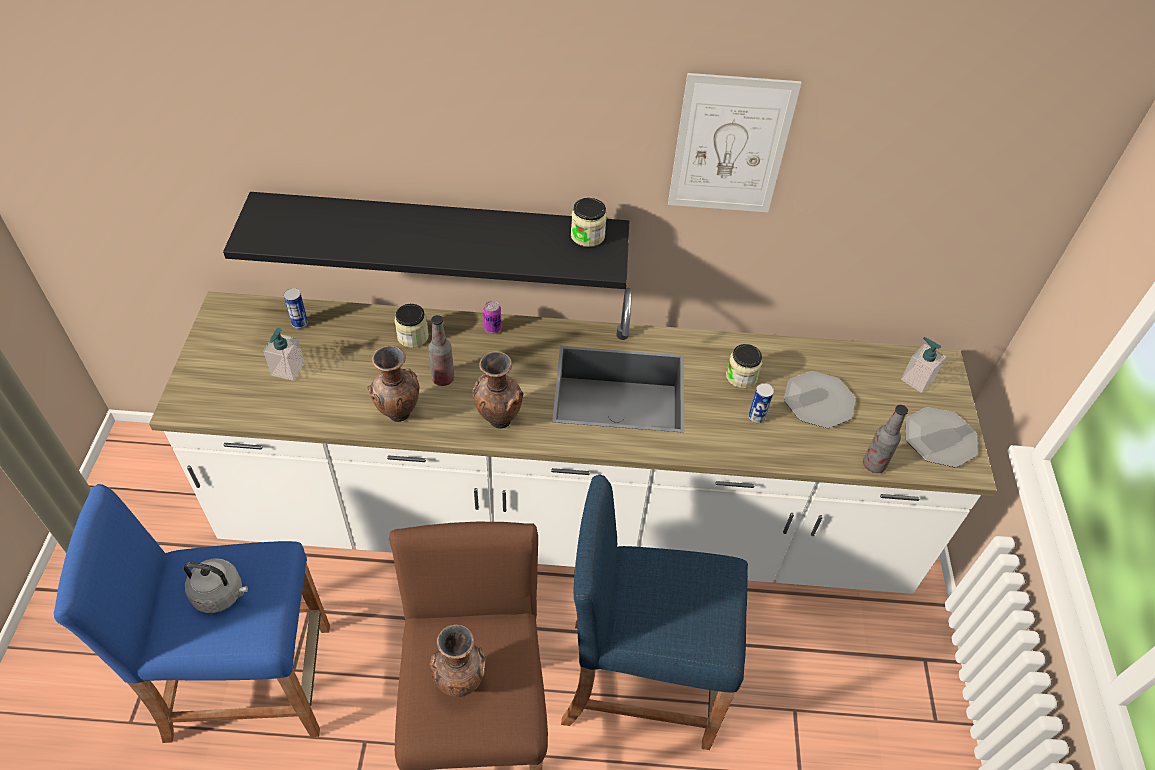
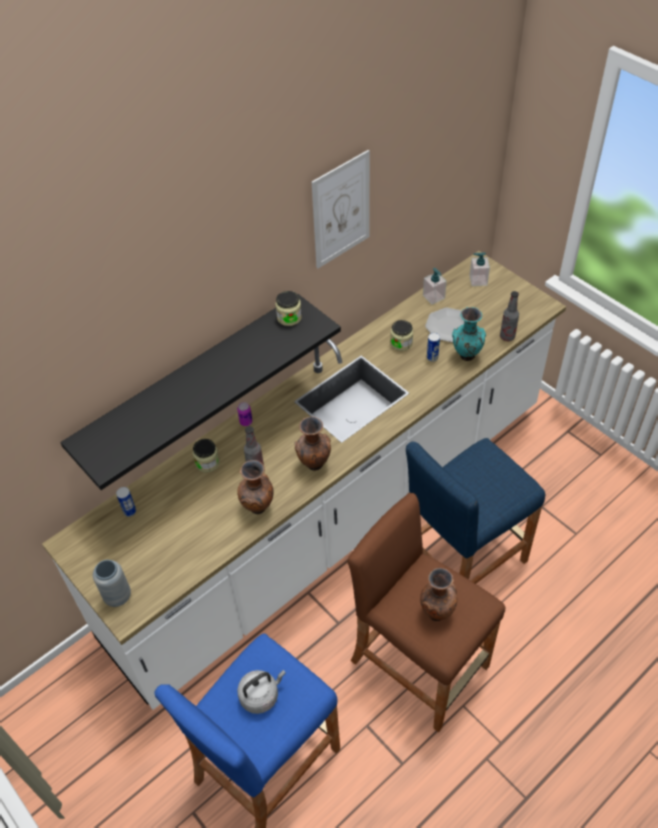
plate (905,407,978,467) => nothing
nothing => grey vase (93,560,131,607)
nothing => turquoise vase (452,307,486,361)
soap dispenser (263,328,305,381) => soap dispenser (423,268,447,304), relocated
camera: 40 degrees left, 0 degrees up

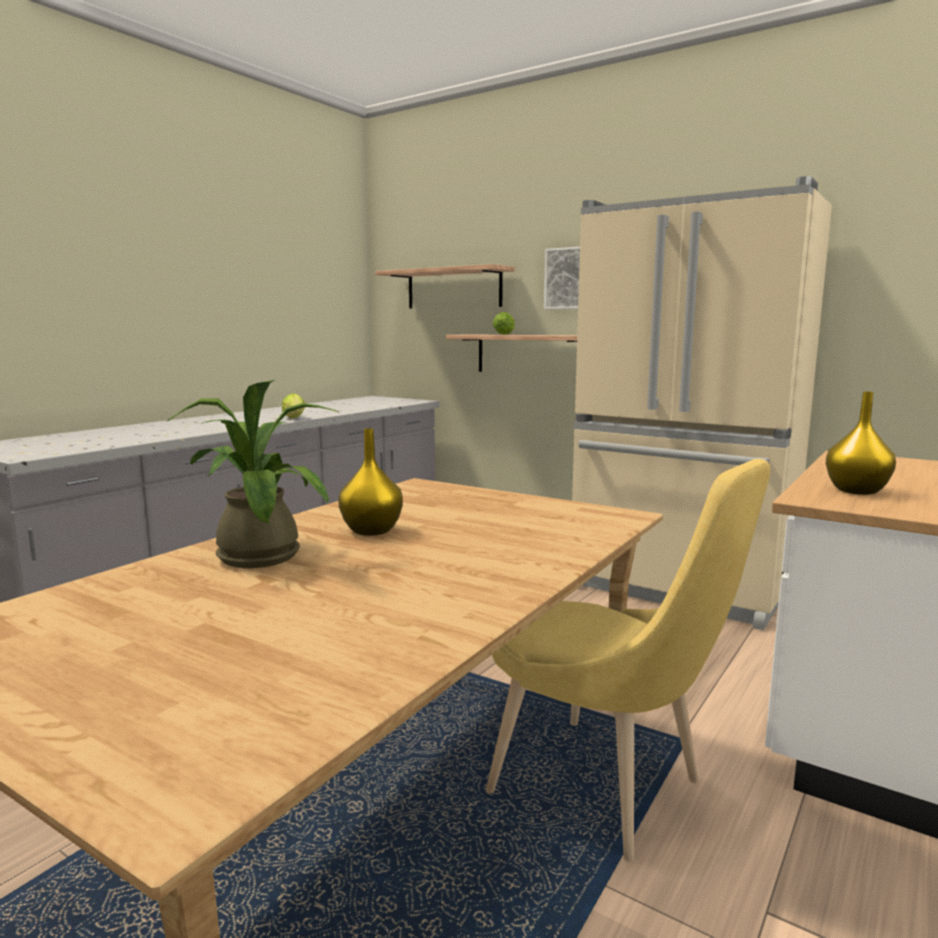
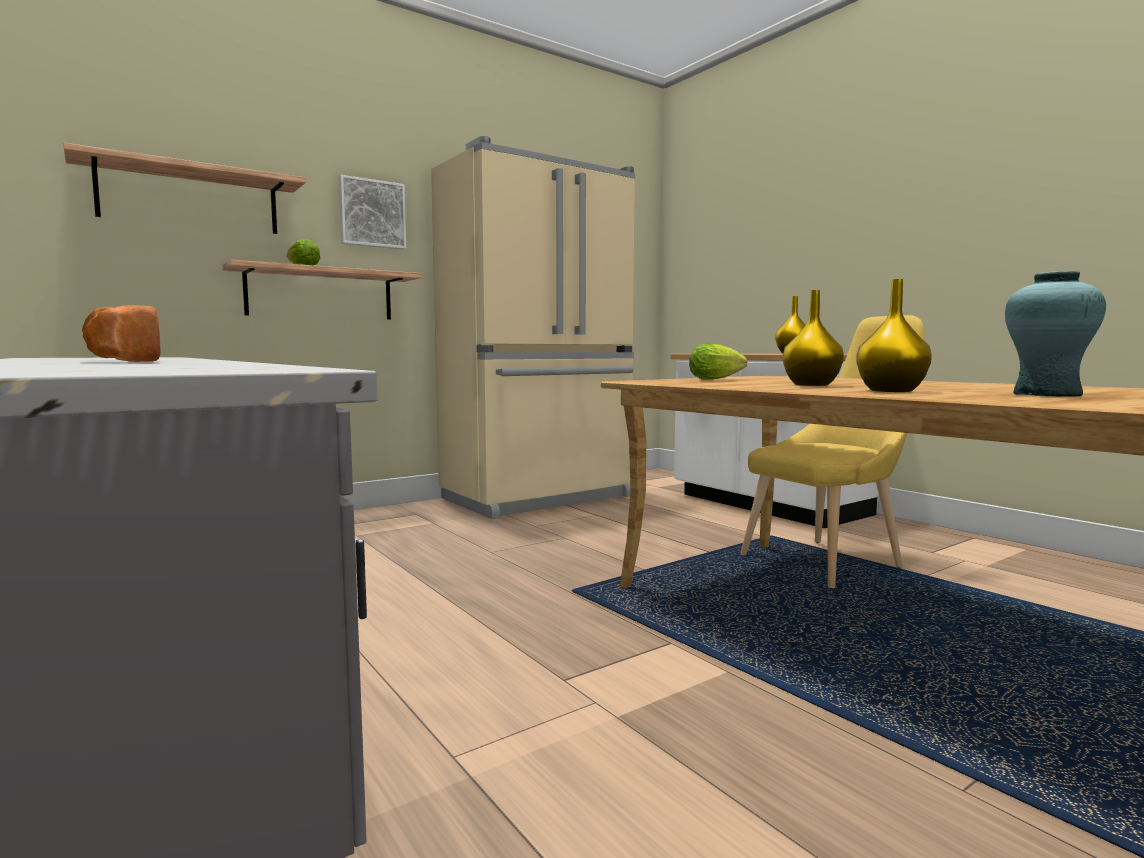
nothing => bread (82,305,161,362)
nothing => turquoise vase (1005,270,1106,396)
lettuce (282,393,305,418) => lettuce (689,344,747,380), relocated
potted plant (168,380,339,568) => yellow vase (856,279,932,392)
camera: 70 degrees left, 5 degrees down

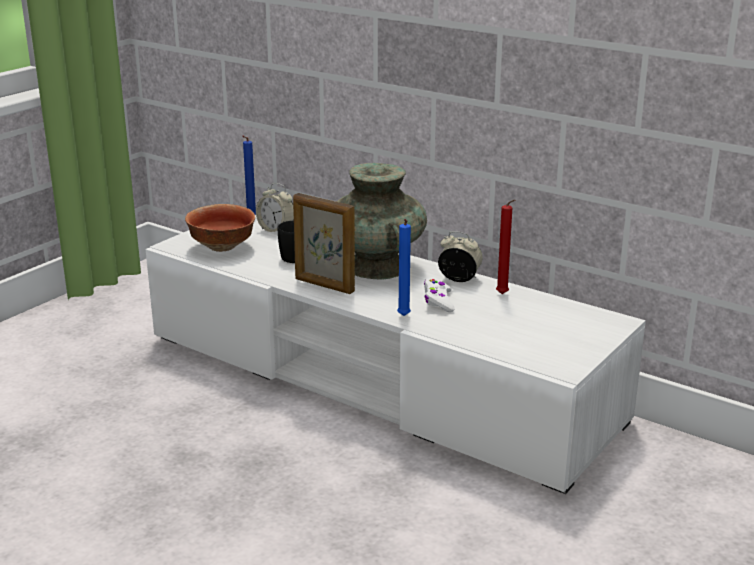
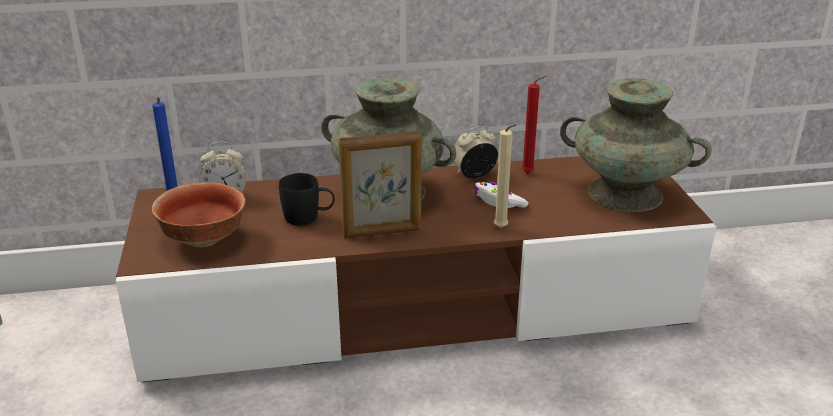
nothing => turquoise vase (560,78,712,212)
white tv stand (146,215,646,494) => brown tv stand (116,156,716,382)
blue candle (397,219,411,316) => beige candle (494,124,517,228)
camera: 45 degrees left, 5 degrees up

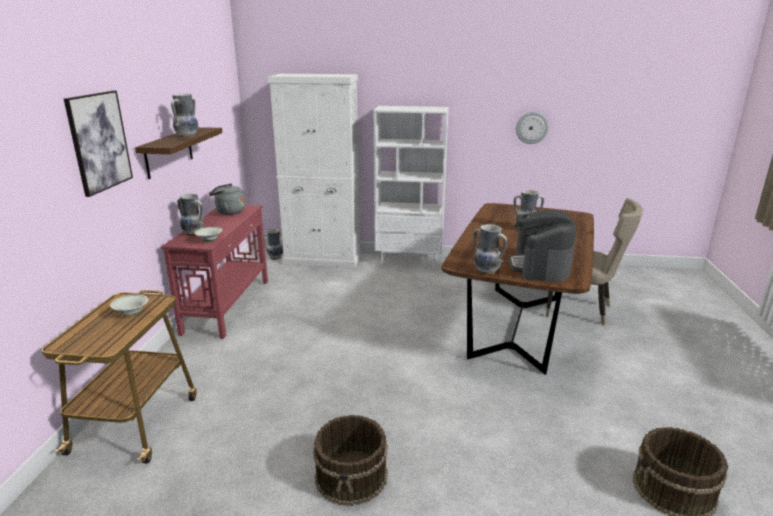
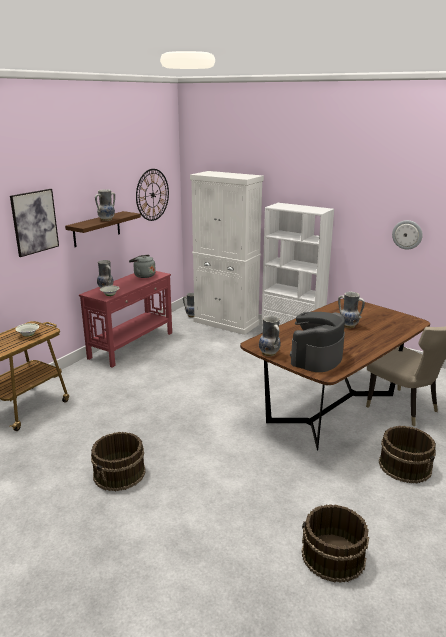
nothing => wall clock (136,169,169,221)
nothing => brown bucket (379,426,436,483)
camera: 25 degrees right, 0 degrees up

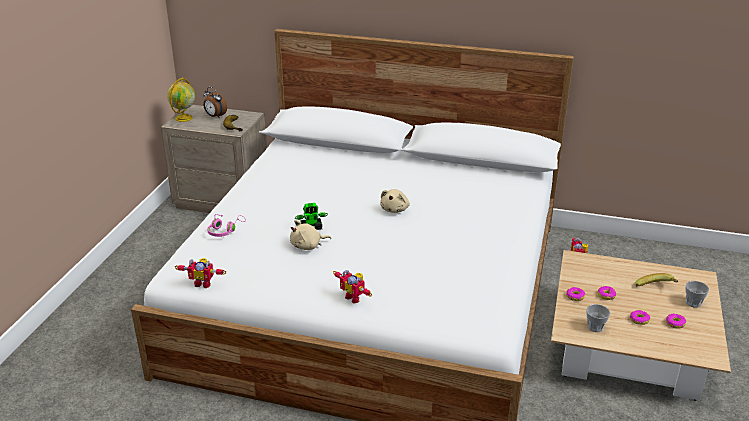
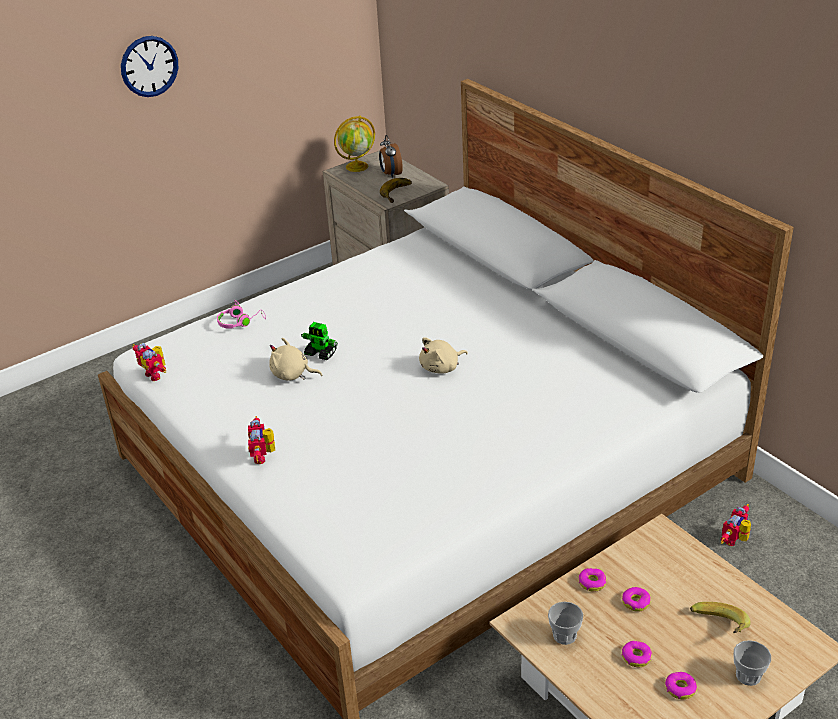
nothing => wall clock (121,36,178,97)
camera: 40 degrees right, 5 degrees up

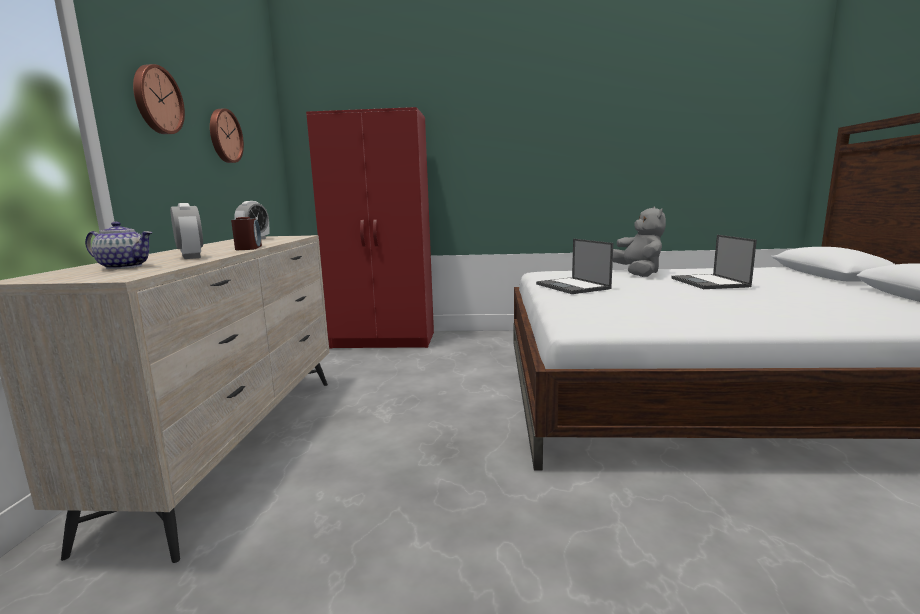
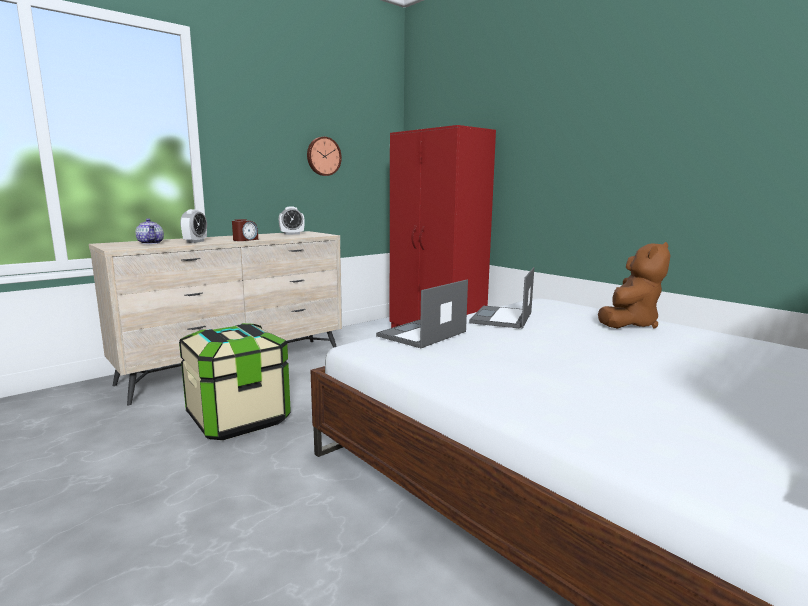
wall clock (133,64,185,134) => nothing
nothing => storage box (179,323,291,440)
laptop (671,235,757,289) => laptop (376,280,468,348), relocated
grey plush toy (613,206,666,277) => brown plush toy (598,242,671,329)
camera: 45 degrees right, 0 degrees up

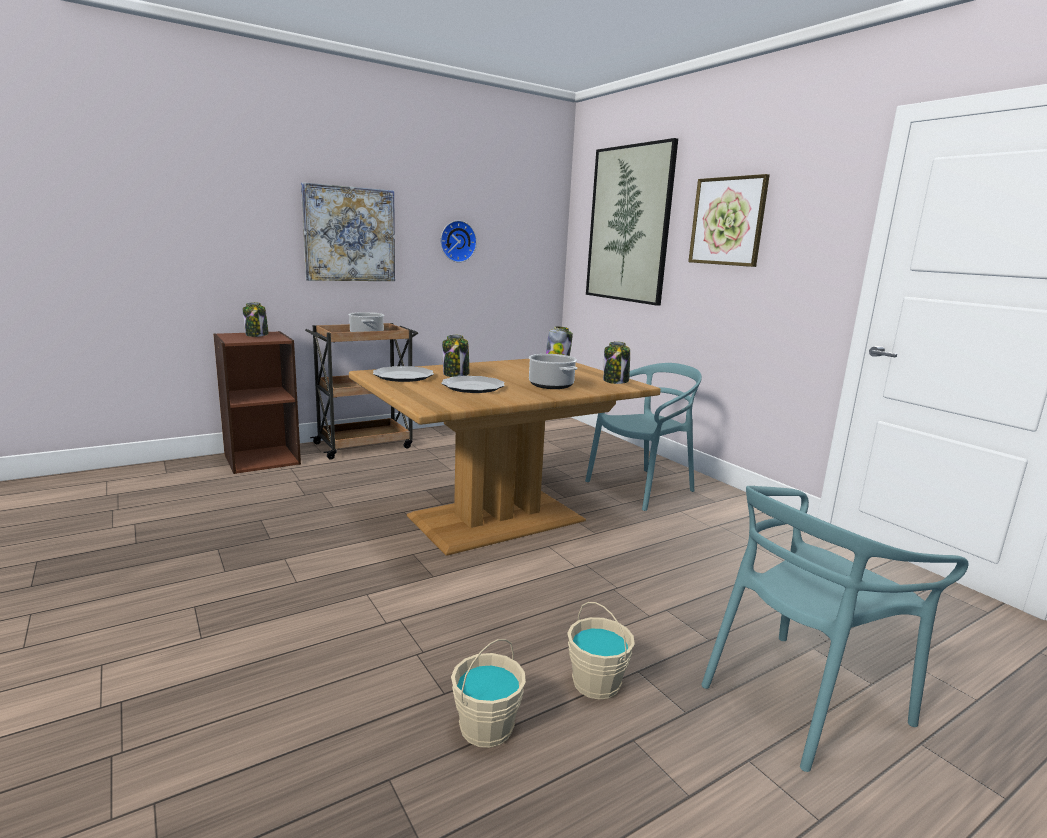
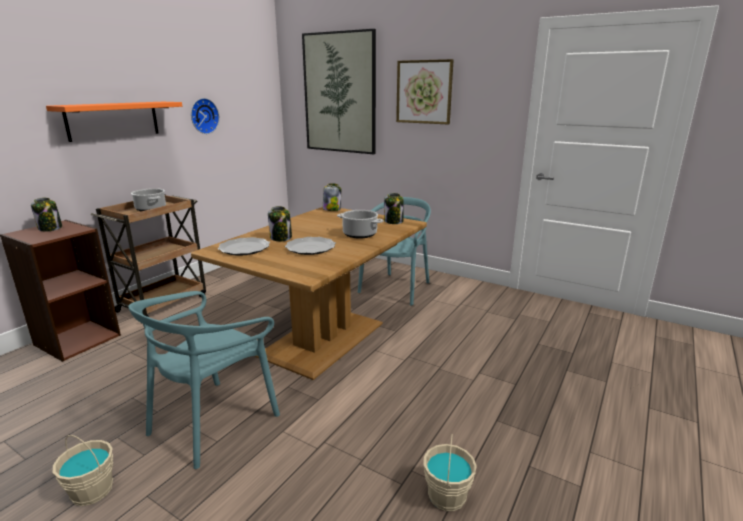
beige bucket (567,602,635,700) => beige bucket (53,435,113,506), relocated
turquoise chair (701,486,969,772) => turquoise chair (128,291,280,469), relocated
picture (301,182,395,281) => orange shelf (46,102,182,142)
camera: 25 degrees left, 5 degrees up

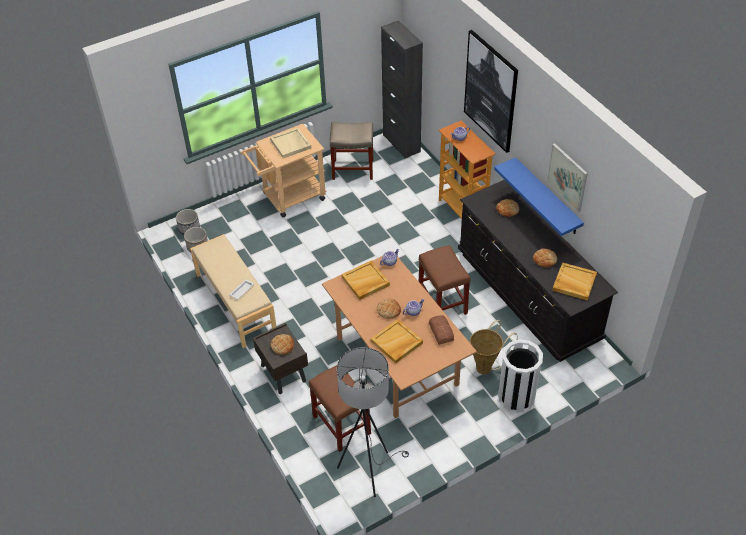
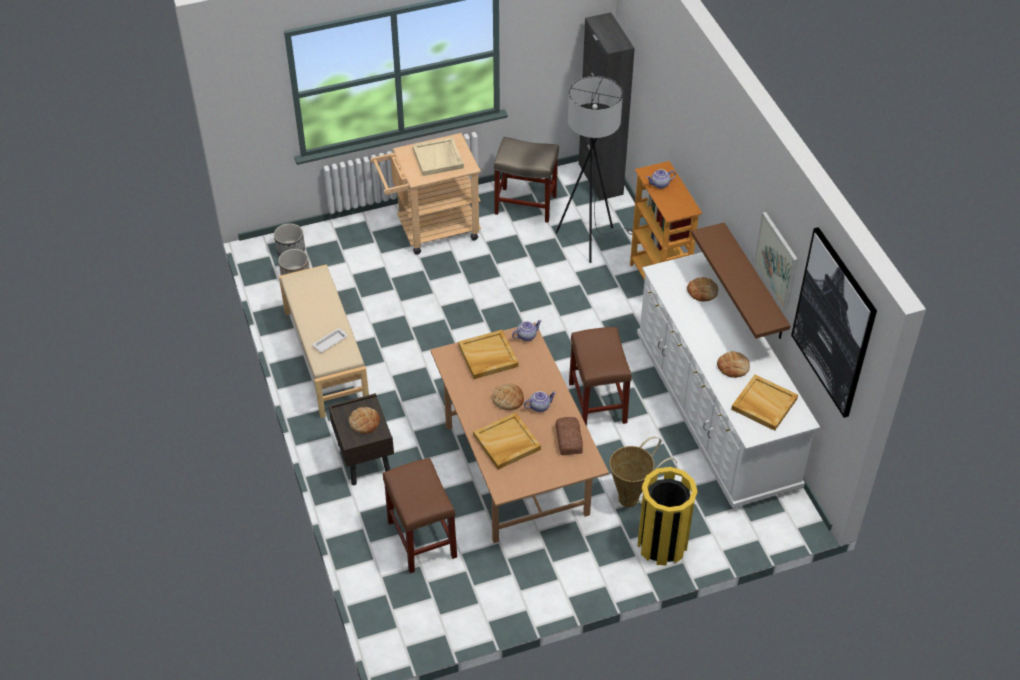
grey floor lamp (337,347,409,497) => grey floor lamp (556,76,633,263), relocated
picture (464,30,518,153) => picture (791,227,877,418), relocated
black dresser (458,180,618,362) => white dresser (637,252,820,508)
blue shelf (494,157,584,236) => brown shelf (691,223,791,339)
white trash can (498,339,543,413) => yellow trash can (638,467,698,566)
camera: 10 degrees right, 0 degrees up

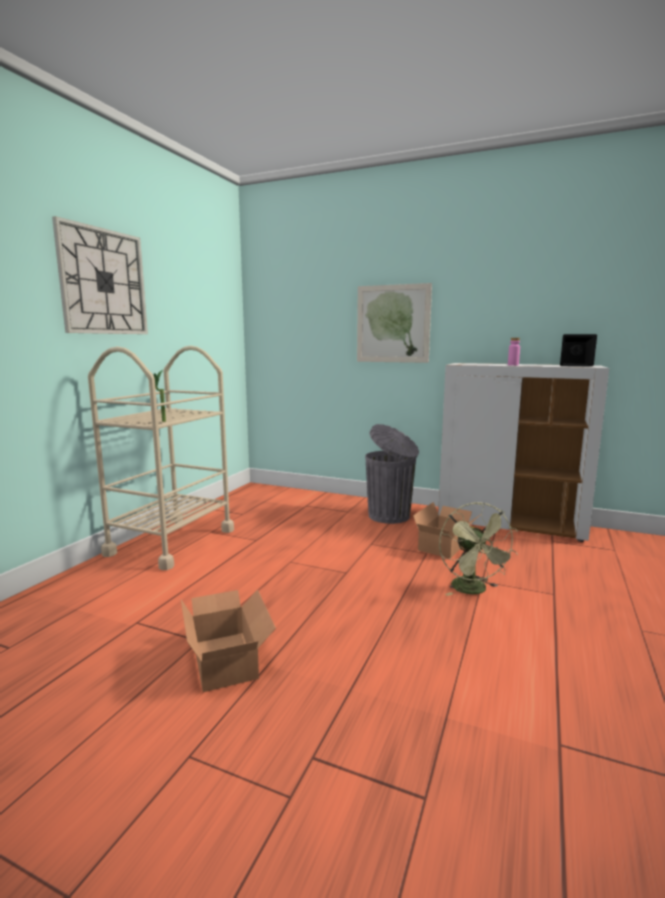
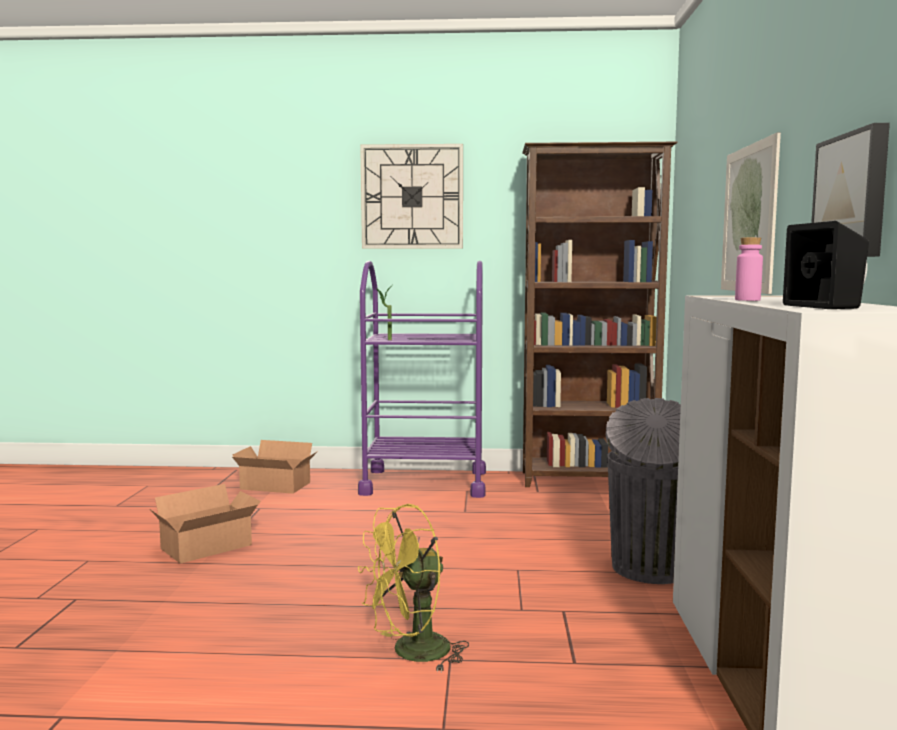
nothing => brown bookcase (522,142,678,487)
nothing => picture (811,123,890,257)
cardboard box (413,502,480,559) => cardboard box (232,440,318,494), relocated
beige cart (88,346,234,570) => purple cart (358,261,486,498)
green fan (439,502,518,596) => yellow fan (358,504,469,672)
camera: 70 degrees right, 5 degrees down

